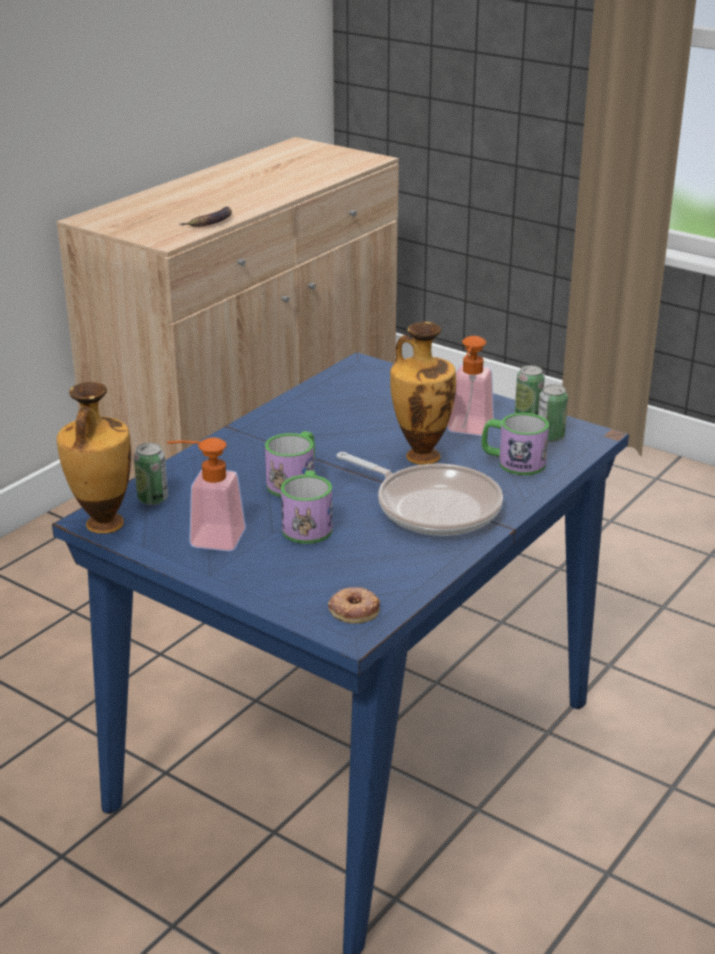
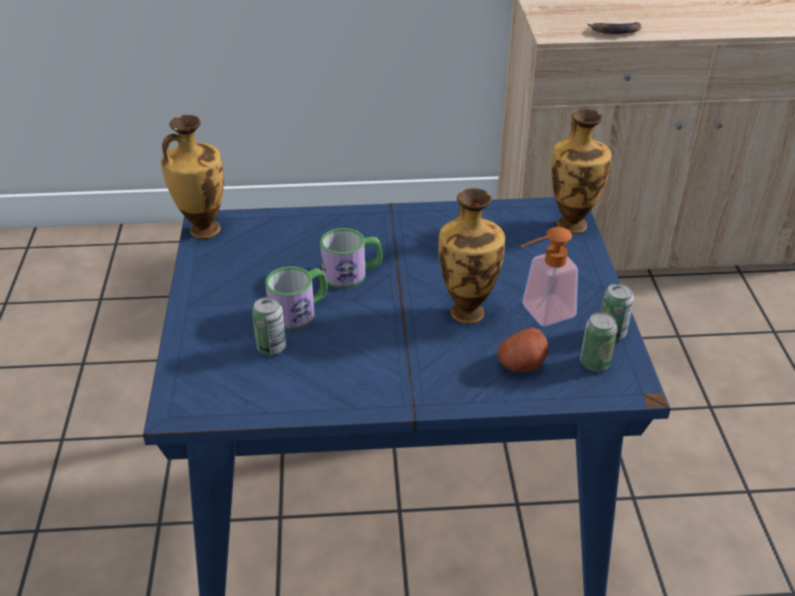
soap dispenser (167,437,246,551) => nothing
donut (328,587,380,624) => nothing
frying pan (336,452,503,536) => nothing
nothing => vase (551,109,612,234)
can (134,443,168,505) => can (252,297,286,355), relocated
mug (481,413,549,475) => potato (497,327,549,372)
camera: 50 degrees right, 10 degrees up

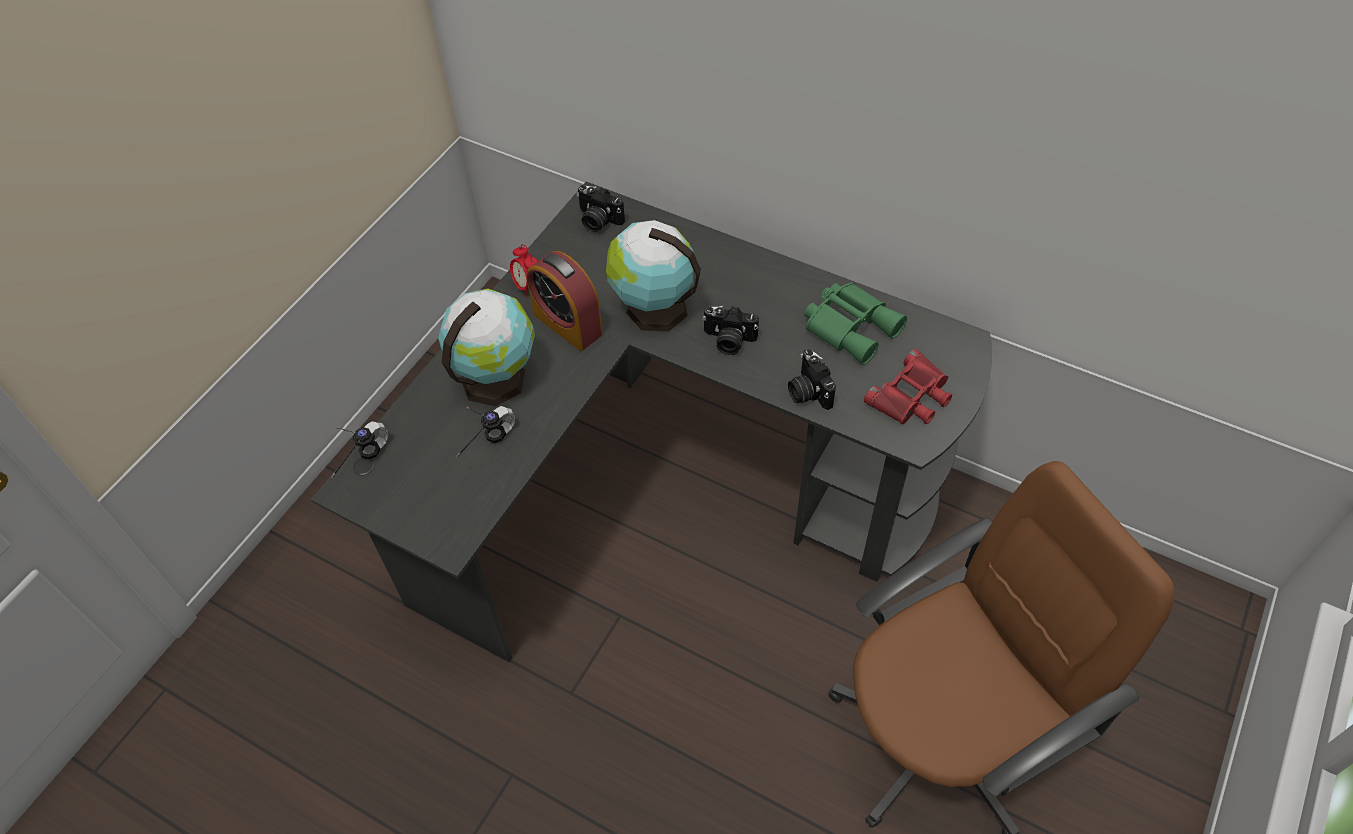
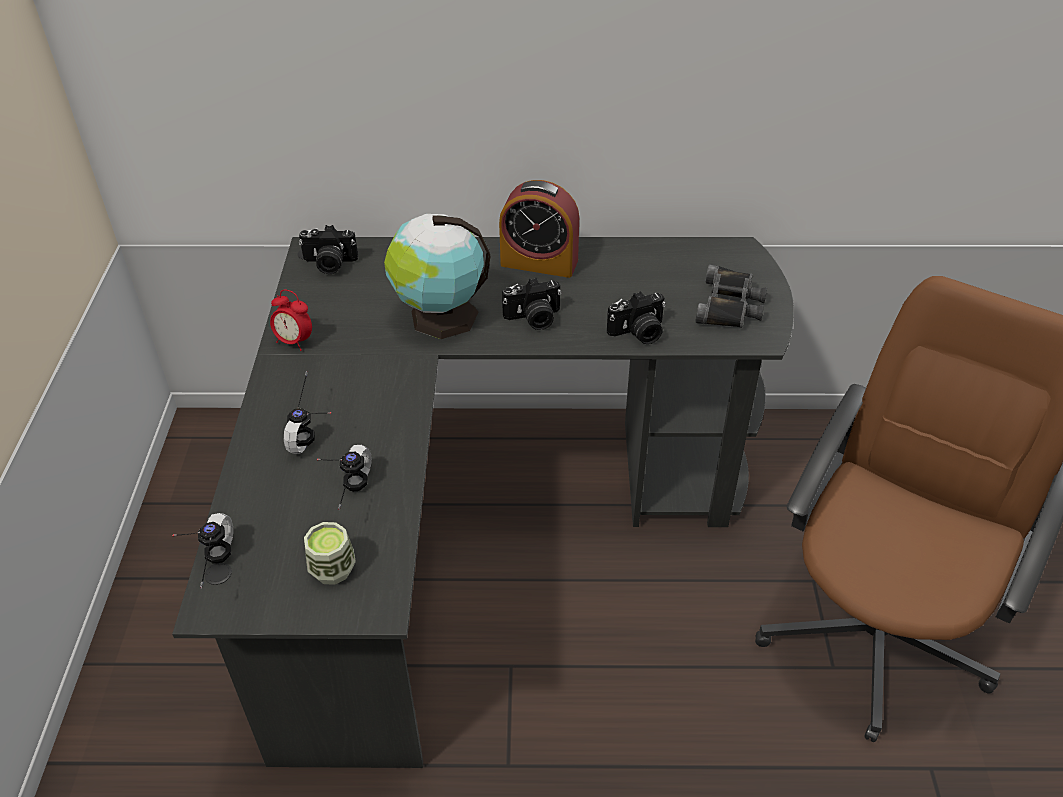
green binoculars (804,282,907,365) => nothing
nothing => cup (304,522,356,585)
alarm clock (527,251,603,351) => alarm clock (499,180,579,278), relocated
globe (438,288,535,407) => headphones (283,371,331,454)
red binoculars (864,349,952,424) => black binoculars (695,264,767,328)
photo camera (788,349,836,410) => photo camera (607,291,666,344), 60 degrees counterclockwise
camera: 30 degrees left, 10 degrees down

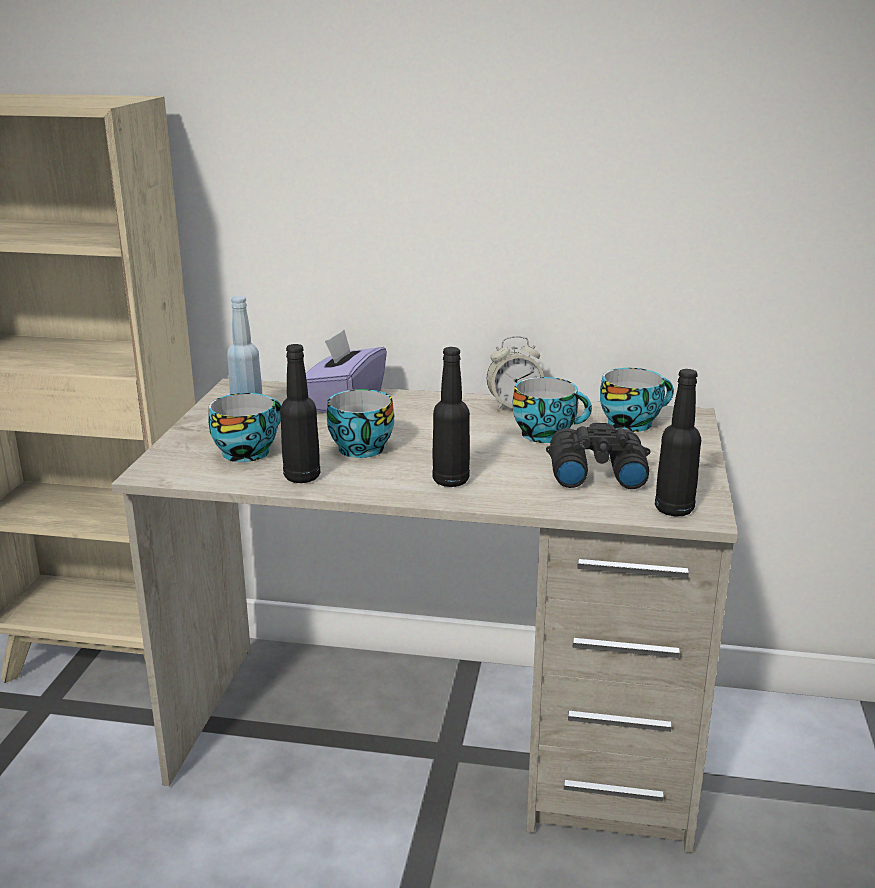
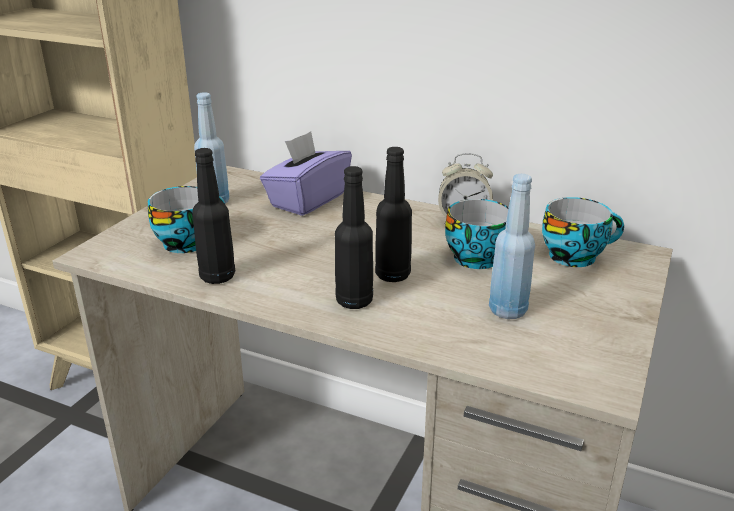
cup (327,389,394,458) => nothing
black bottle (655,369,701,516) => black bottle (375,147,412,282), relocated
black binoculars (546,423,651,489) => blue bottle (489,174,535,319)
camera: 15 degrees right, 5 degrees up

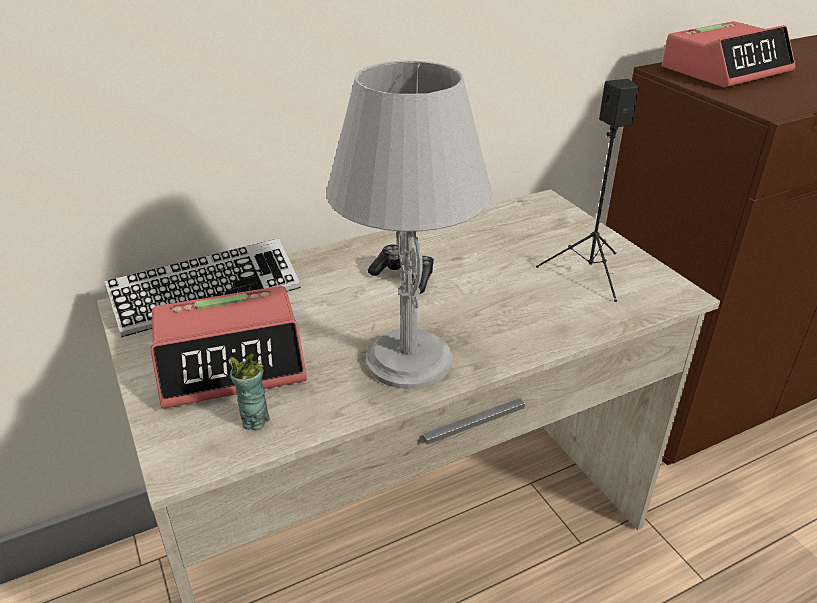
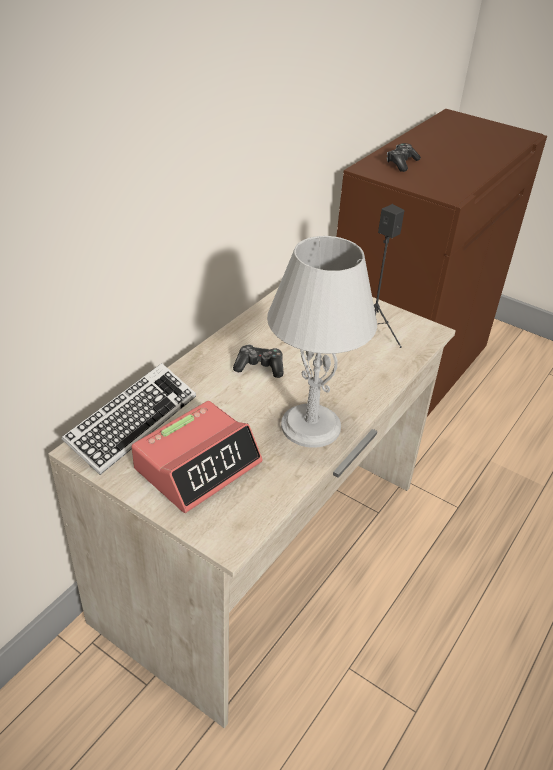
cup (228,354,269,430) => nothing
alarm clock (662,21,795,88) => game controller (387,143,421,172)
camera: 30 degrees left, 5 degrees up

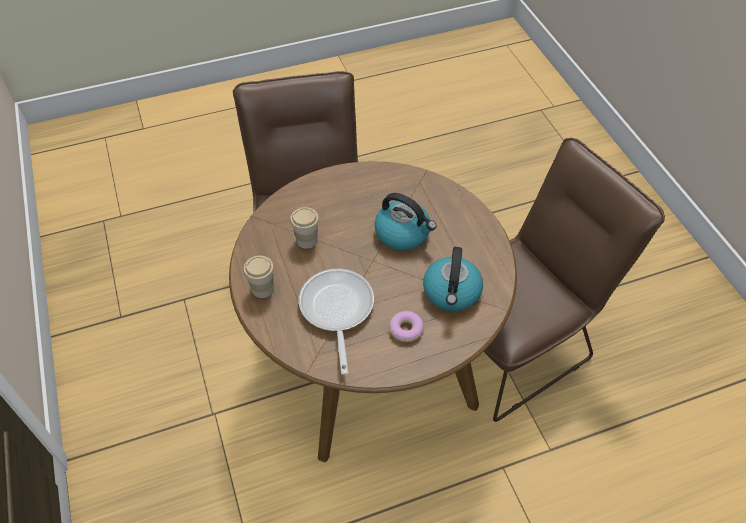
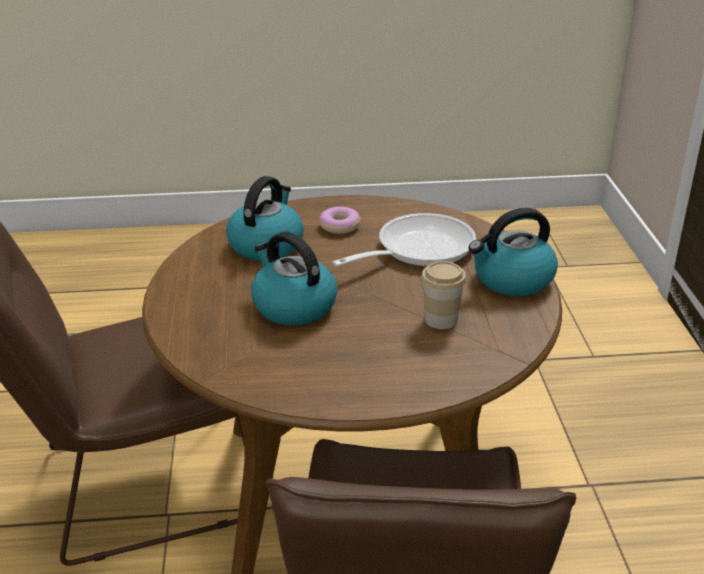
cup (244,256,274,298) => kettle (469,208,558,296)
frying pan (299,269,374,375) => frying pan (332,213,476,266), 135 degrees counterclockwise
camera: 165 degrees left, 20 degrees down

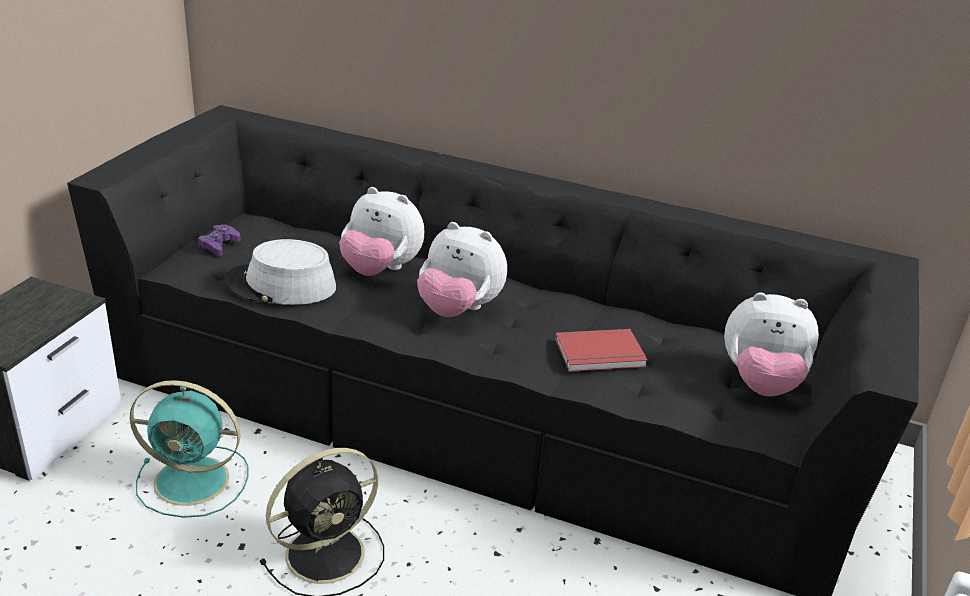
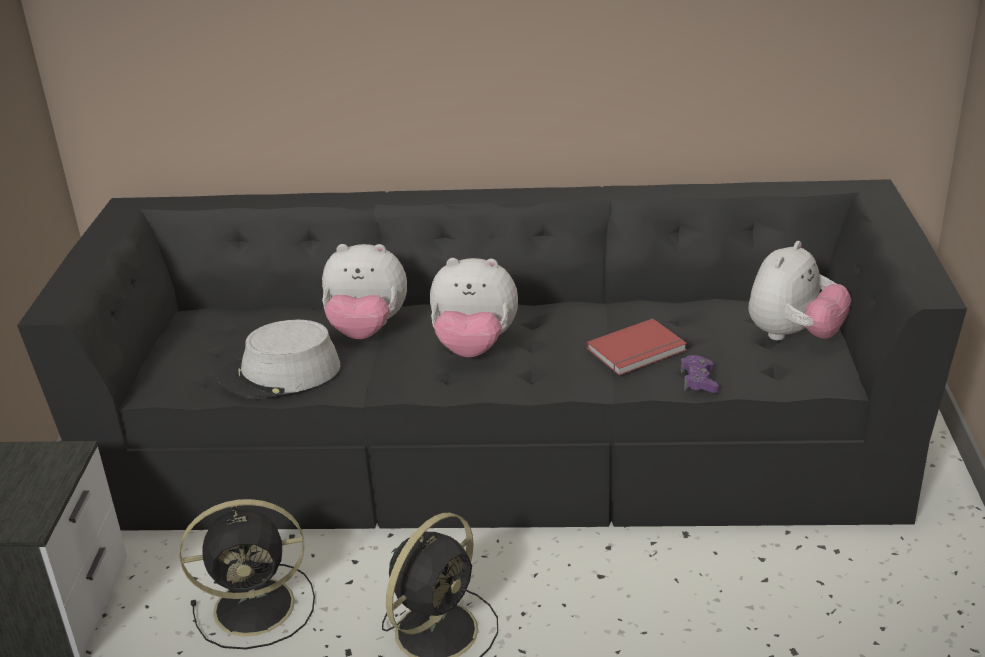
purple game controller (198,224,241,256) => purple game controller (680,355,719,393), relocated
turquoise fan (130,380,249,518) => black fan (180,499,315,649)
plush toy (724,292,819,396) => plush toy (748,241,851,340), 45 degrees counterclockwise
camera: 15 degrees left, 0 degrees up

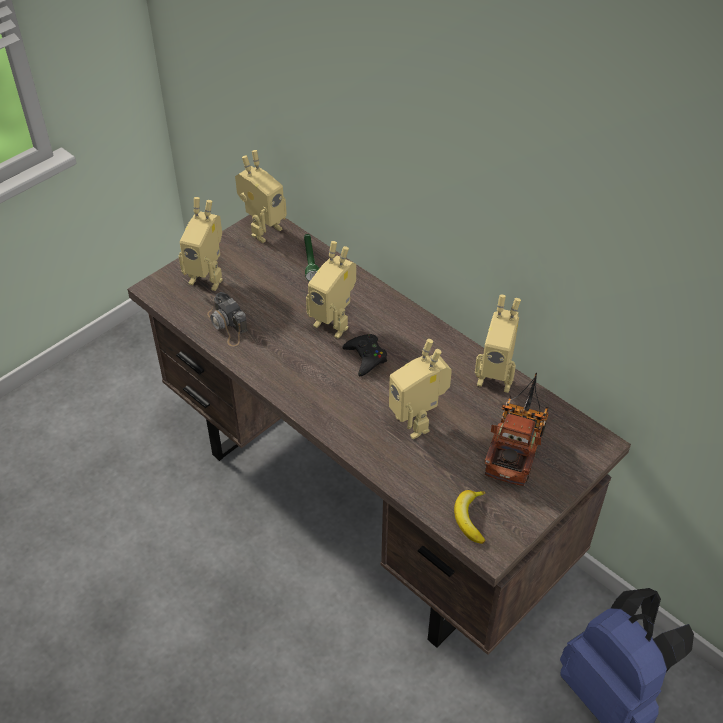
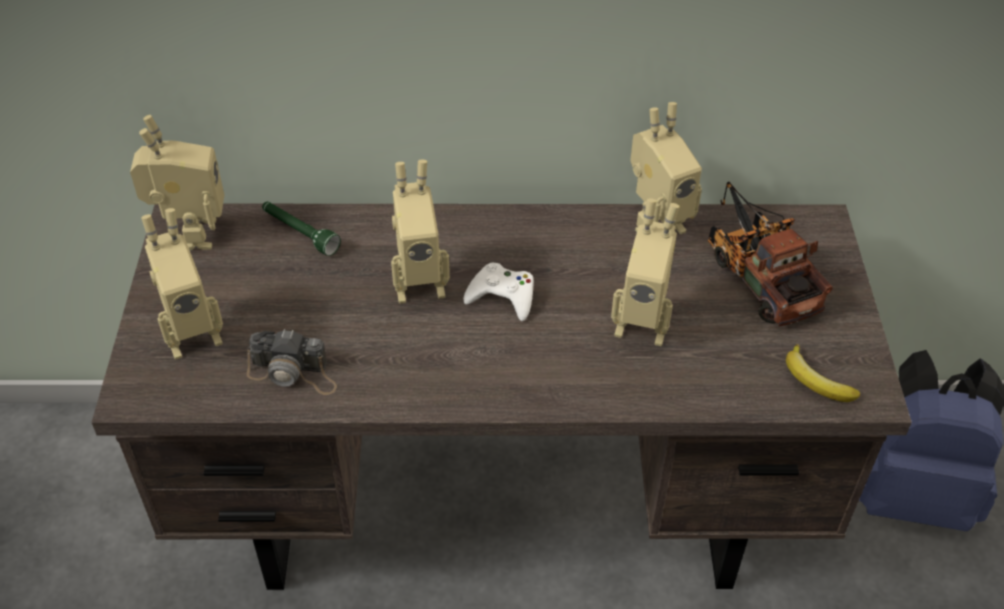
black game controller (342,334,387,376) => white game controller (463,263,534,321)
camera: 45 degrees left, 0 degrees up

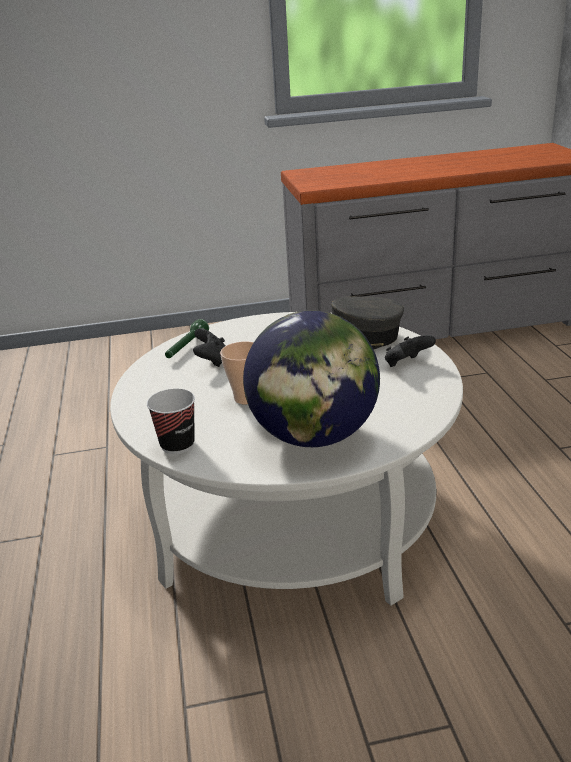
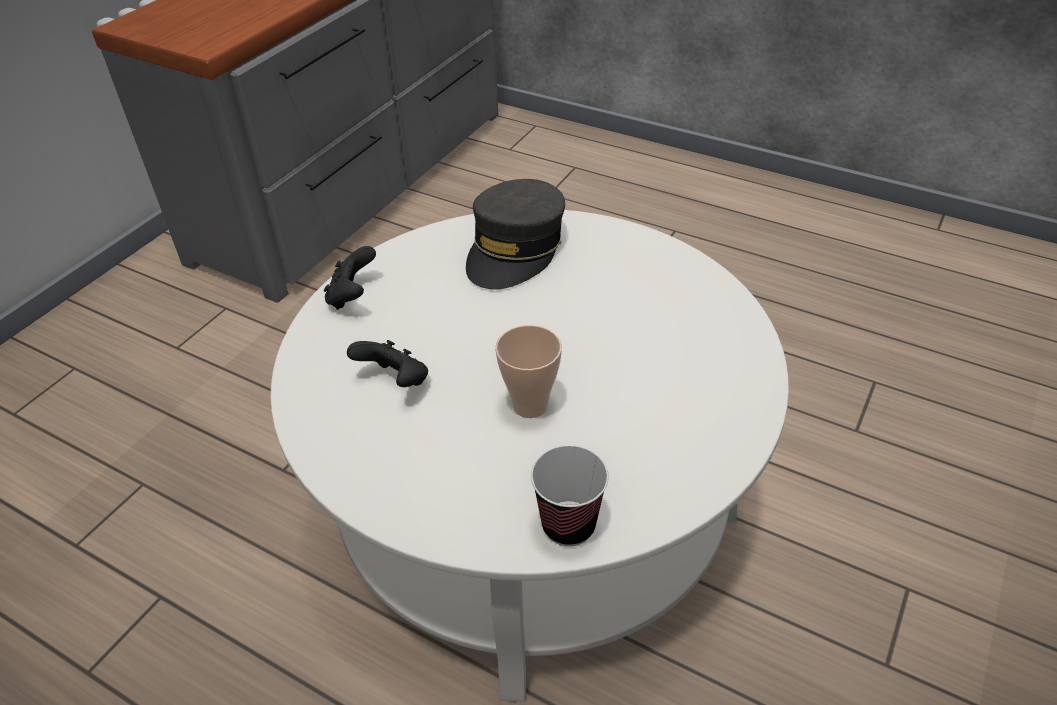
green flashlight (165,319,209,358) => nothing
globe (243,310,380,447) => nothing
black game controller (385,335,436,367) => black game controller (324,246,376,310), relocated
camera: 50 degrees left, 15 degrees up

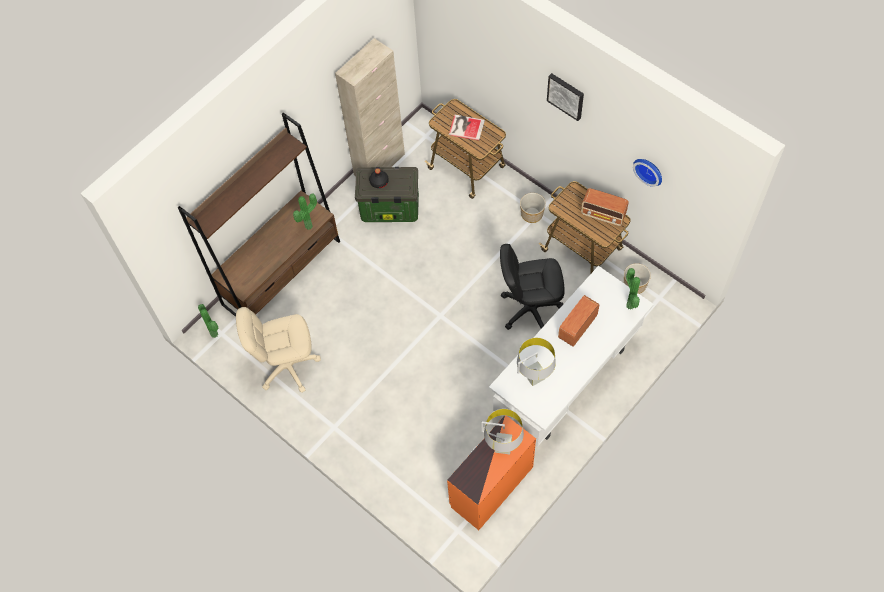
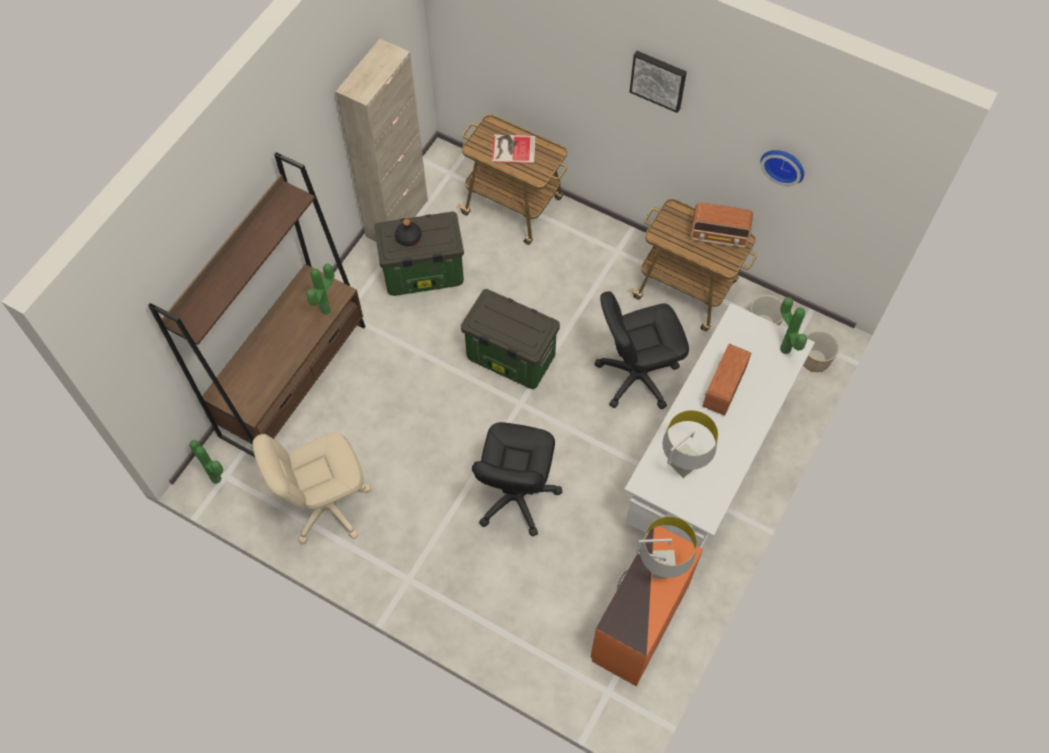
nothing => storage box (461,289,560,389)
nothing => black office chair (472,422,562,537)
planter (520,193,546,223) => planter (803,331,839,372), relocated
camera: 15 degrees left, 0 degrees up

